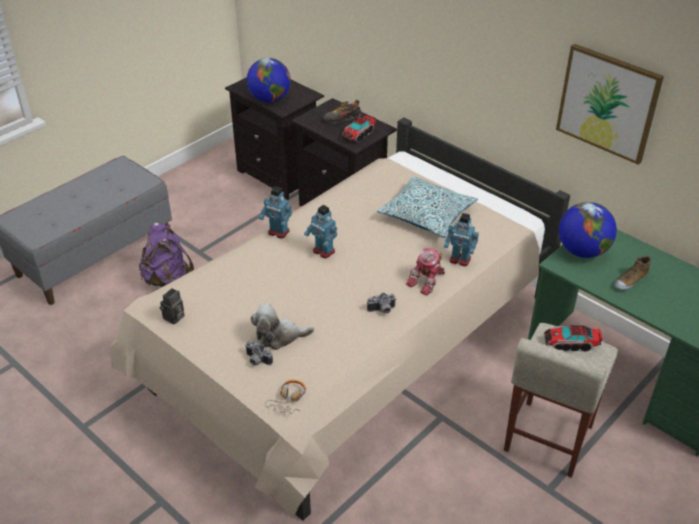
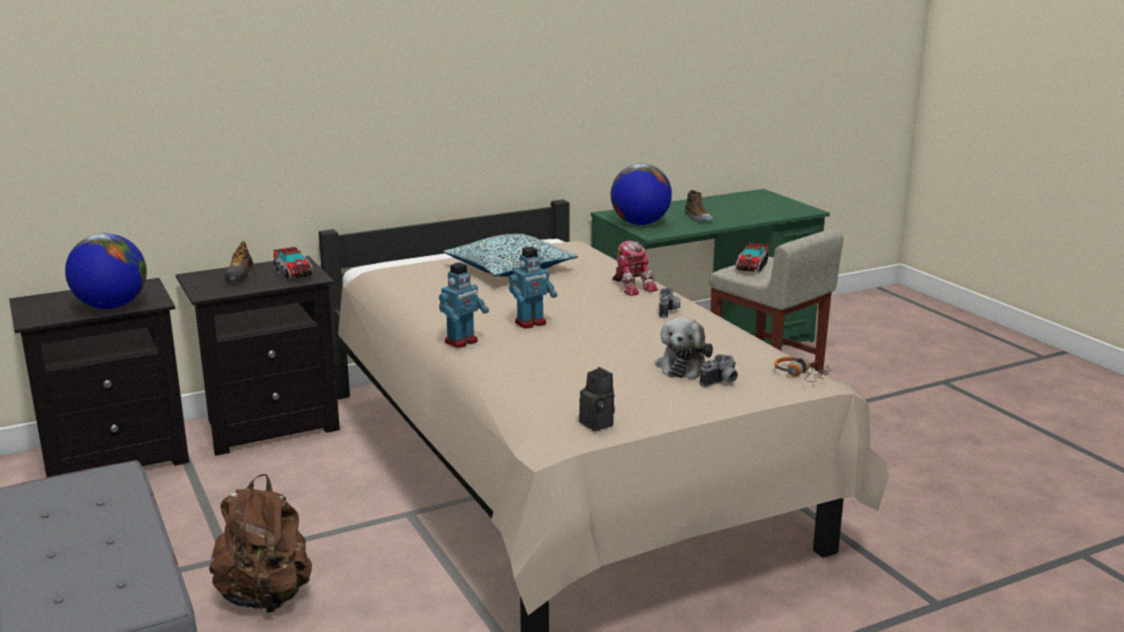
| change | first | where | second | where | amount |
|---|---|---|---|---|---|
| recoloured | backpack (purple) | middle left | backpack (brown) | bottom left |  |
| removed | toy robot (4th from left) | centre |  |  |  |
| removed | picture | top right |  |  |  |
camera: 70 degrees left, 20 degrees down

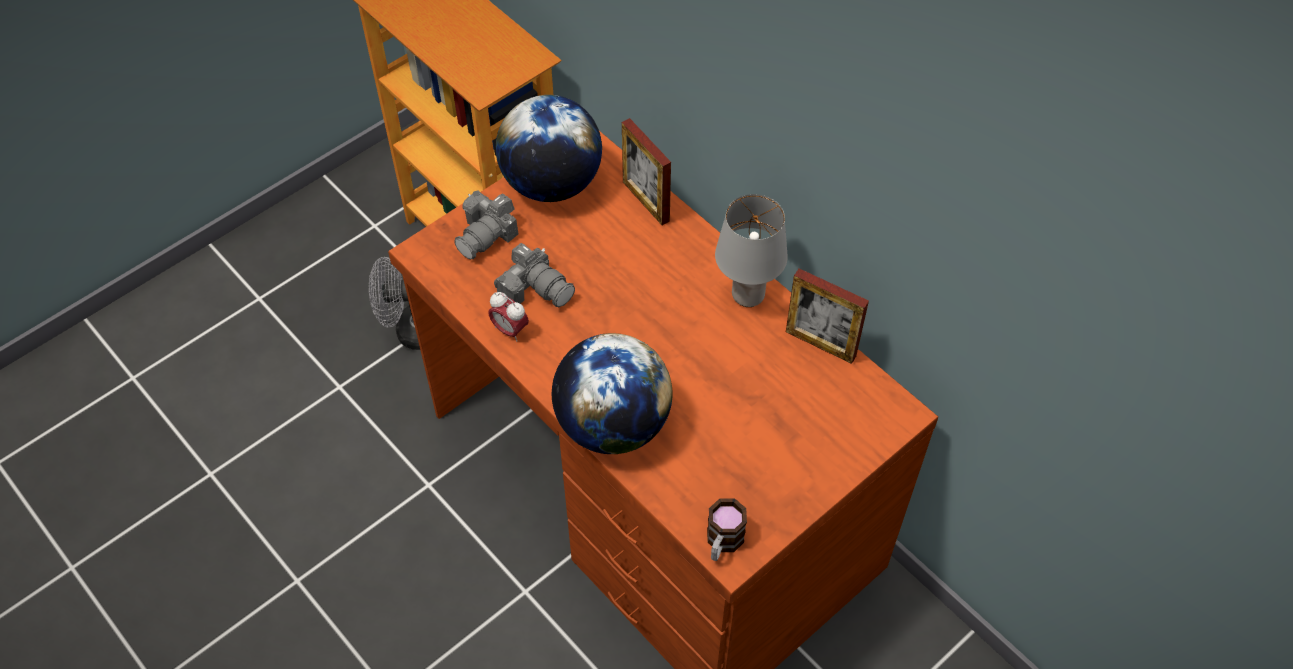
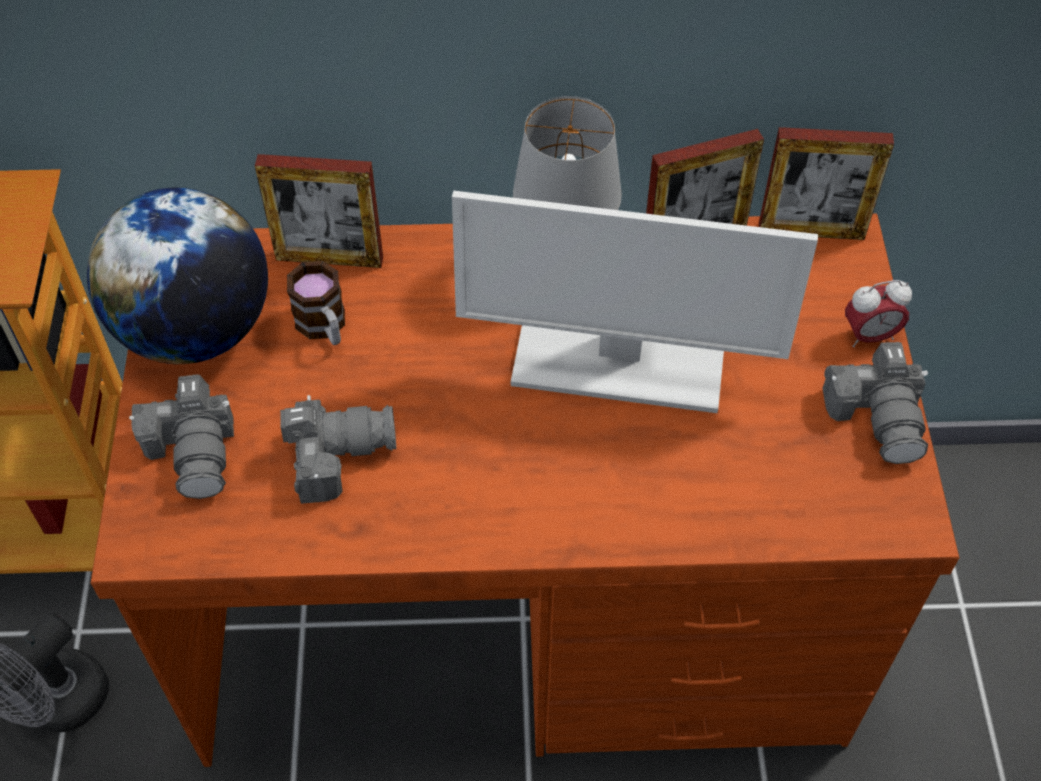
| change | first | where | second | where | amount |
|---|---|---|---|---|---|
| moved | alarm clock | centre |  | middle right |  |
| removed | globe (2nd from left) | centre |  |  |  |
| moved | mug | bottom centre |  | middle left |  |
| added |  |  | monitor | centre |  |
| added |  |  | picture frame (3rd from left) | top right |  |
| added |  |  | photo camera (3rd from left) | middle right |  |
camera: 50 degrees left, 0 degrees up

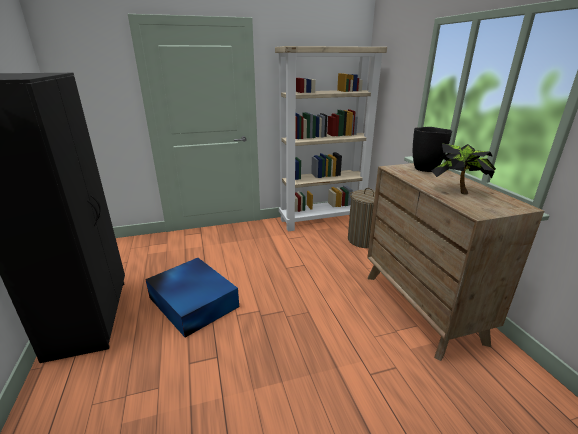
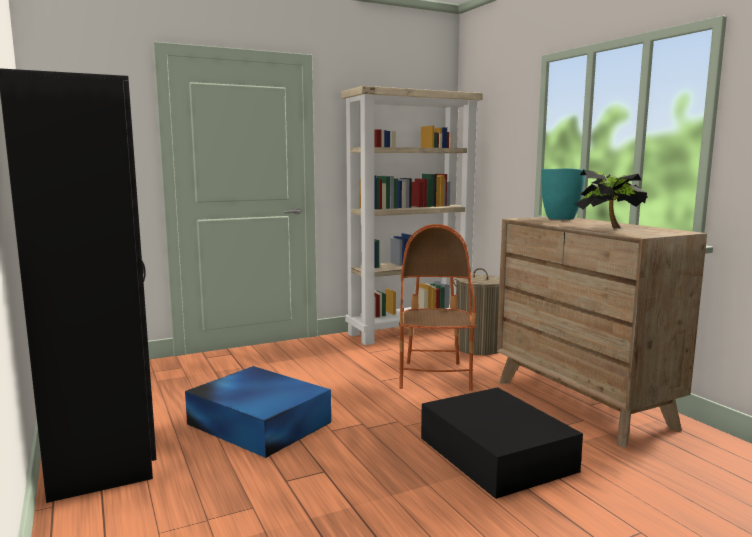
| change | first | where | second | where | amount |
|---|---|---|---|---|---|
| recoloured | vase (black) | middle right | vase (turquoise) | middle right |  |
| added |  |  | armchair | centre |  |
| added |  |  | storage box (black) | bottom right |  |
camera: 10 degrees left, 15 degrees down

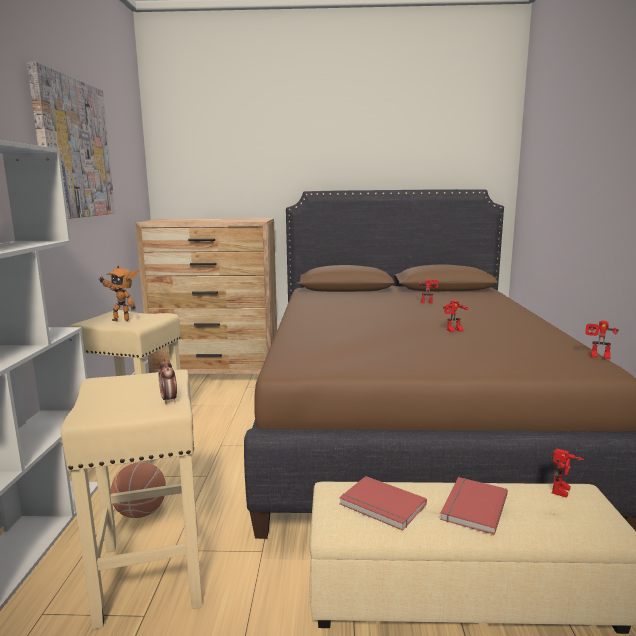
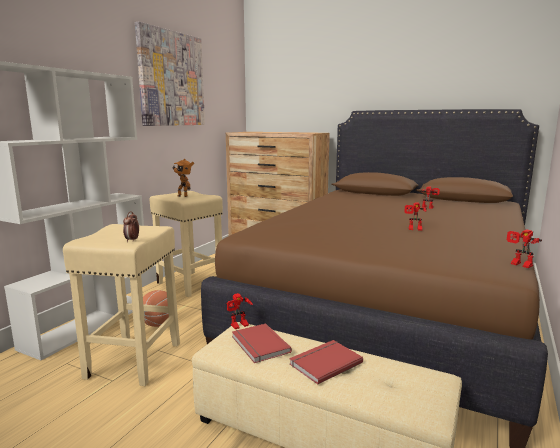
| change | first | where | second | where | amount |
|---|---|---|---|---|---|
| moved | toy robot (4th from left in the first image) | bottom right | toy robot (2nd from left) | bottom centre |  |
camera: 25 degrees right, 0 degrees up

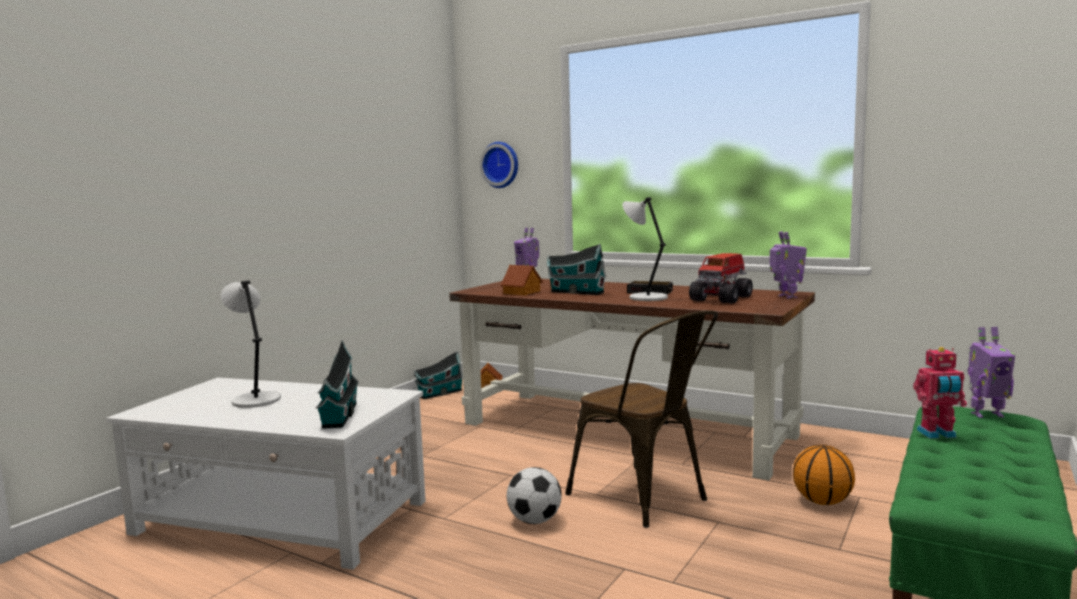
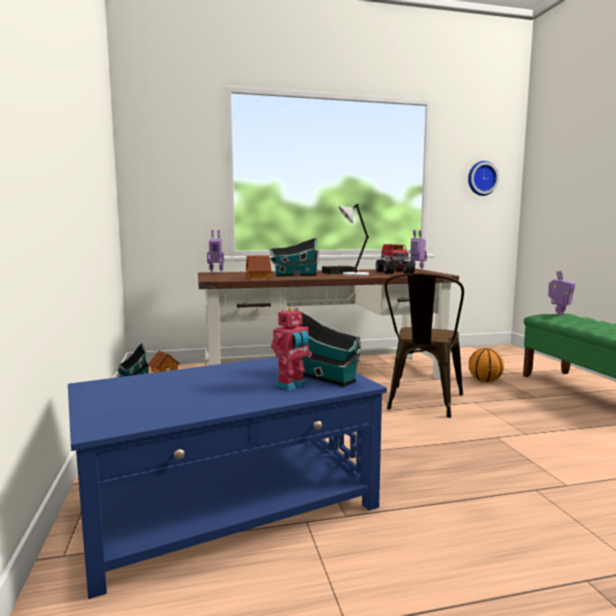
| change | first | where | second | where | amount |
|---|---|---|---|---|---|
| recoloured | coffee table (white) | bottom left | coffee table (blue) | bottom centre |  |
| removed | table lamp (grey) (1st from left) | middle left |  |  |  |
| moved | wall clock | top centre |  | top right |  |
| removed | football | bottom centre |  |  |  |
| turned | chair (brown) | bottom centre |  | middle right | 105 degrees clockwise |
| moved | toy robot (3rd from left in the first image) | middle right | toy robot (2nd from left) | centre |  |
camera: 45 degrees left, 0 degrees up

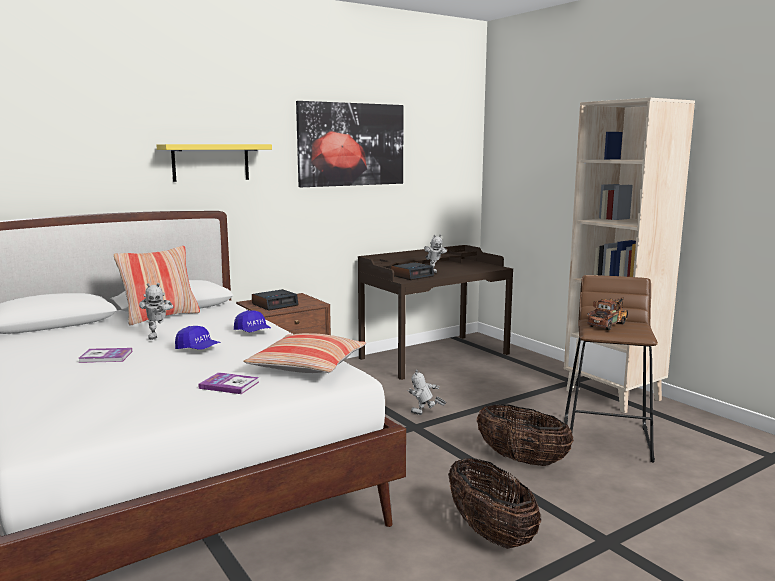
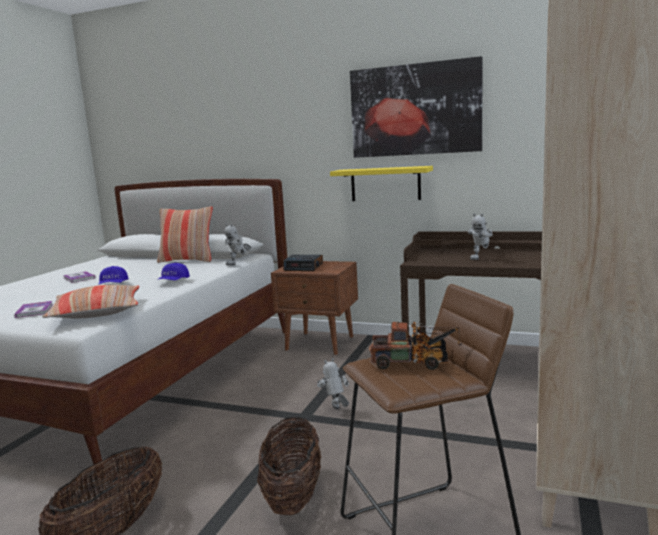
| change | first | where | second | where | amount |
|---|---|---|---|---|---|
| moved | toy robot (1st from left) | middle left |  | centre |  |
| moved | shelf (yellow) | top left |  | centre |  |
| removed | alarm clock (2nd from left) | centre |  |  |  |
camera: 55 degrees right, 0 degrees up

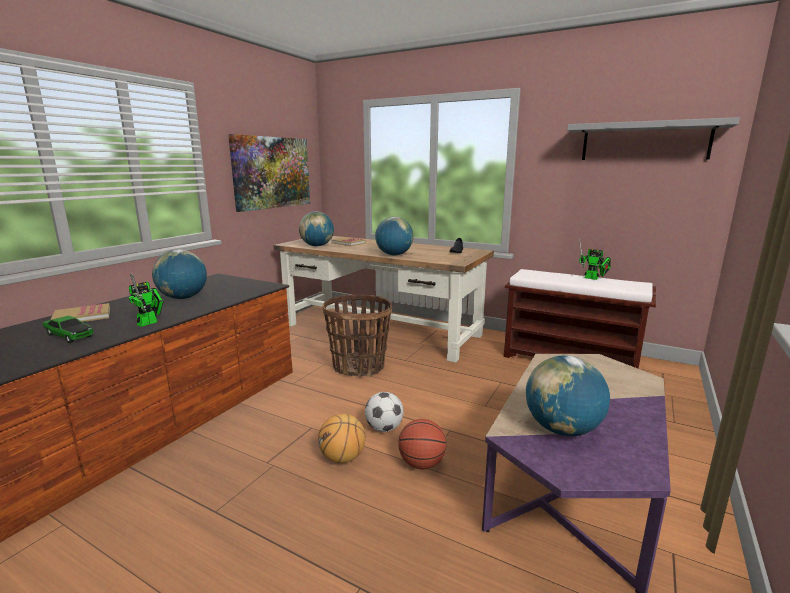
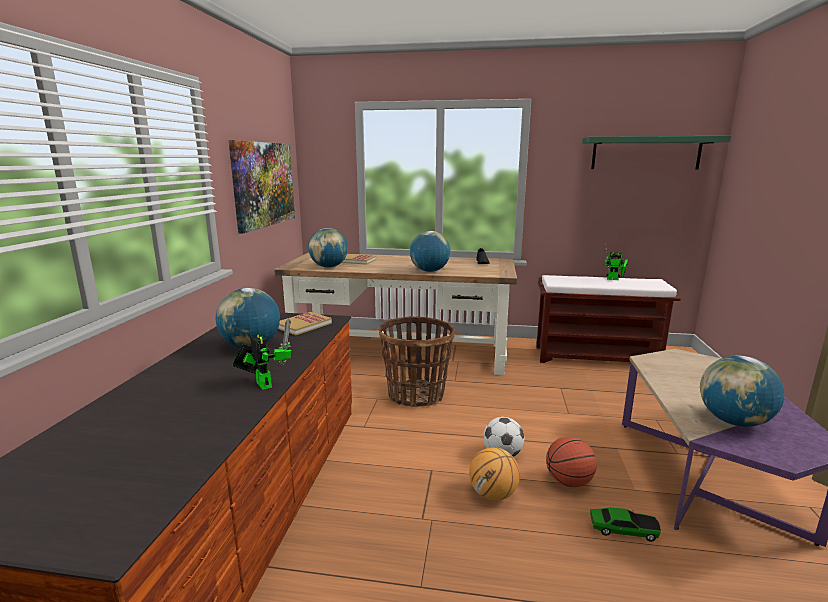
| change | first | where | second | where | amount |
|---|---|---|---|---|---|
| moved | toy car | middle left |  | bottom right |  |
| moved | book (1st from left) | middle left |  | centre |  |
| turned | toy robot (1st from left) | middle left |  | middle left | 45 degrees counterclockwise |
| recoloured | shelf (grey) | top right | shelf (green) | top right |  |
camera: 20 degrees left, 0 degrees up

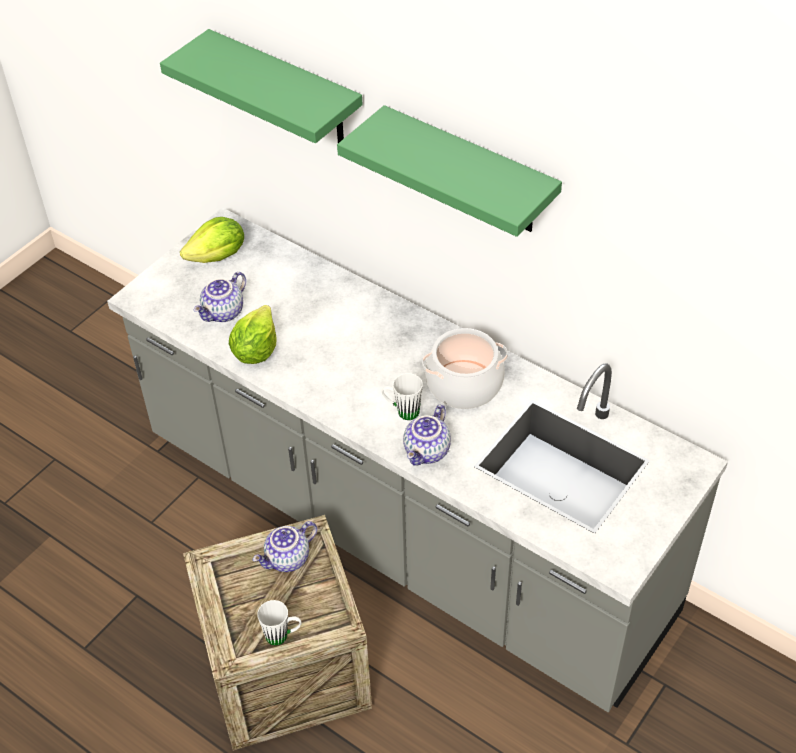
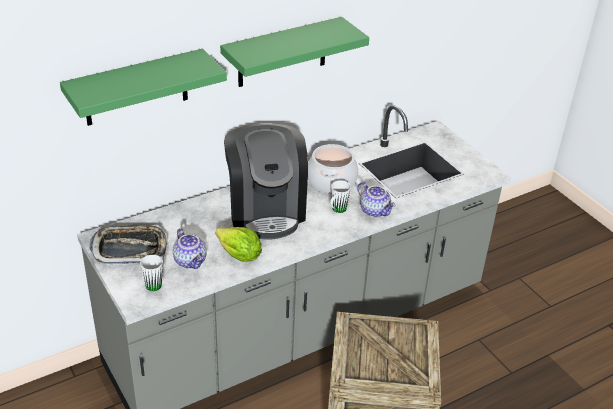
| change | first | where | second | where | amount |
|---|---|---|---|---|---|
| replaced | lettuce (1st from left) | top left | tray | middle left |  |
| removed | teapot (2nd from left) | bottom centre |  |  |  |
| moved | mug (white) (1st from left) | bottom centre |  | bottom left |  |
| added |  |  | coffee machine | centre |  |
camera: 70 degrees left, 10 degrees down

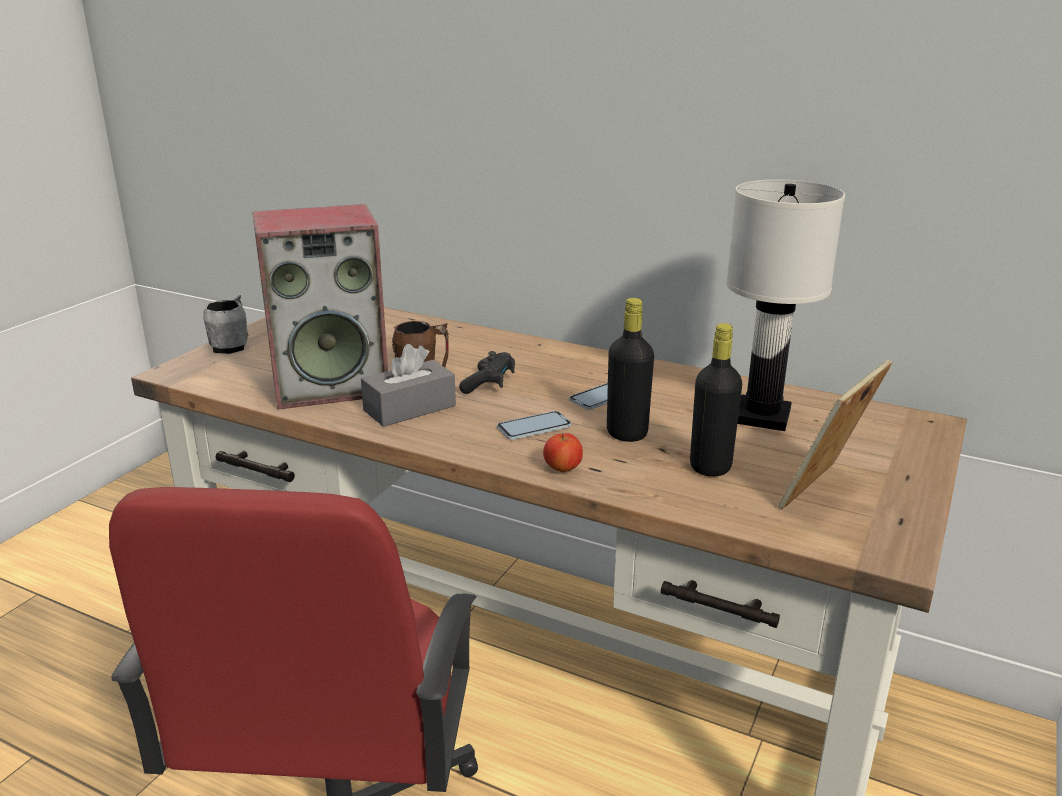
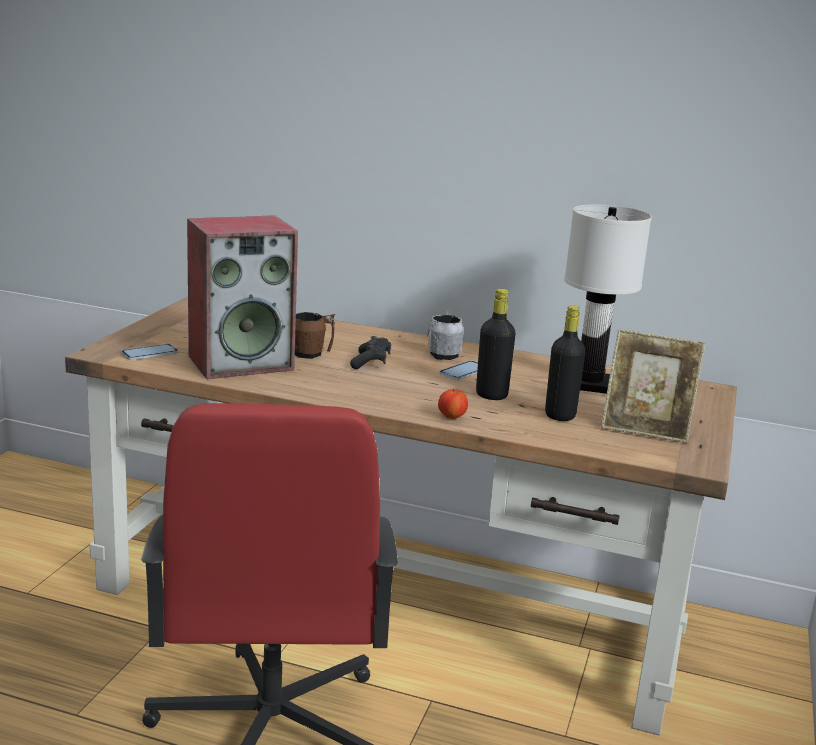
| change | first | where | second | where | amount |
|---|---|---|---|---|---|
| moved | mug (grey) | middle left |  | centre |  |
| removed | tissue box (grey) | centre |  |  |  |
| moved | phone (1st from left) | centre |  | middle left |  |
| turned | picture frame | middle right |  | middle right | 105 degrees counterclockwise |
camera: 10 degrees left, 5 degrees down

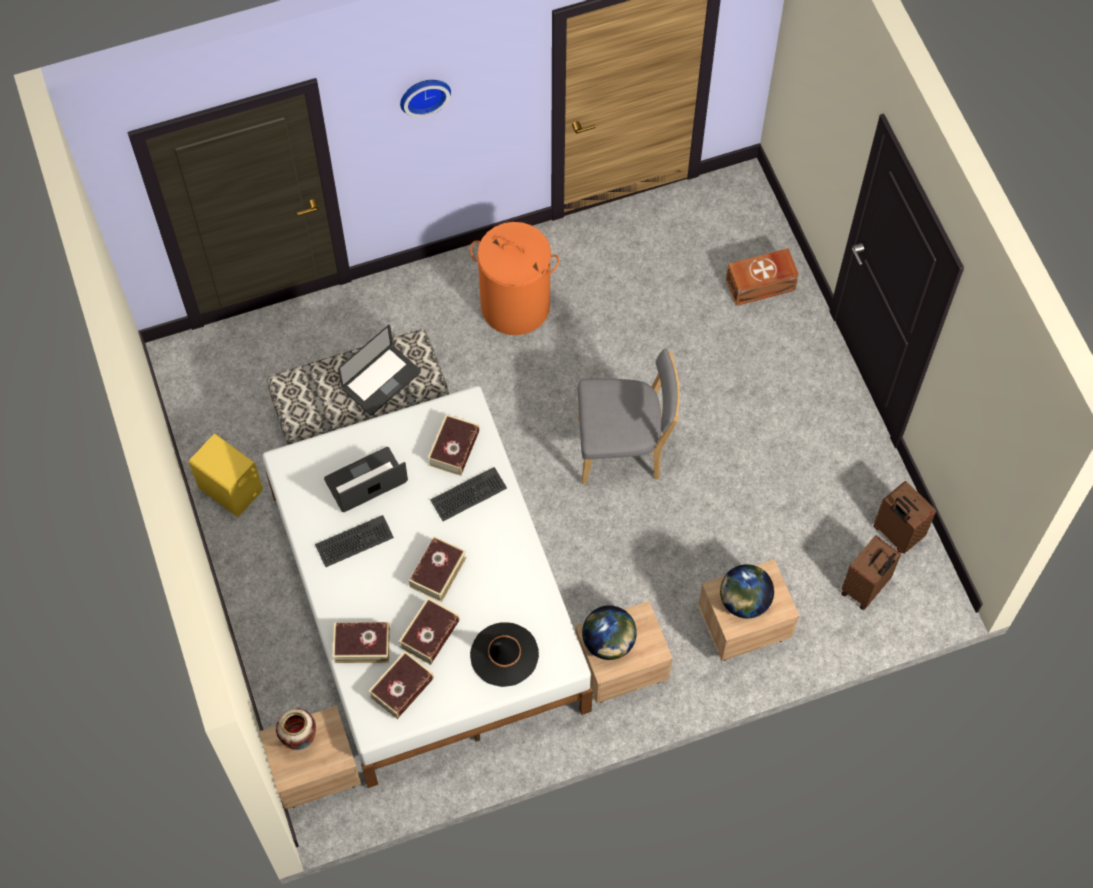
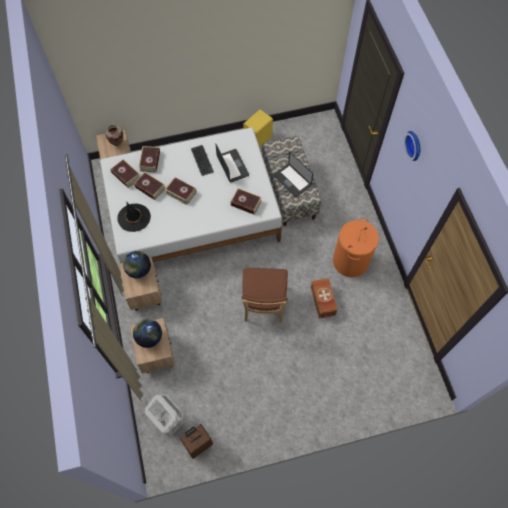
| change | first | where | second | where | amount |
|---|---|---|---|---|---|
| removed | keyboard (2nd from left) | centre |  |  |  |
| recoloured | chair (grey) | centre | chair (brown) | centre |  |
| moved | storage box (brown) | top right |  | centre |  |
| replaced | suitcase (brown) (1st from left) | middle right | laundry basket (white) | bottom left |  |
camera: 95 degrees right, 0 degrees up

